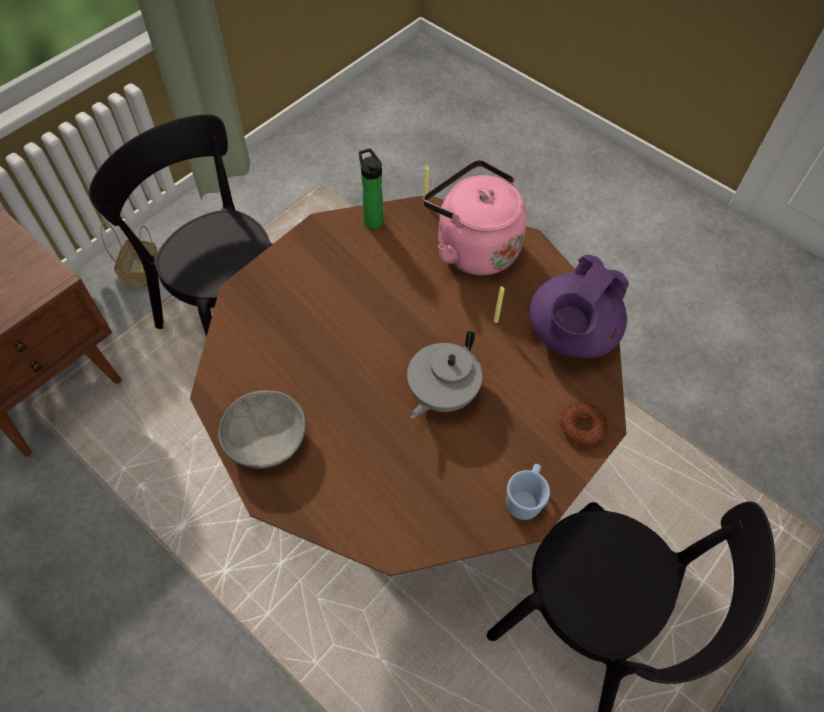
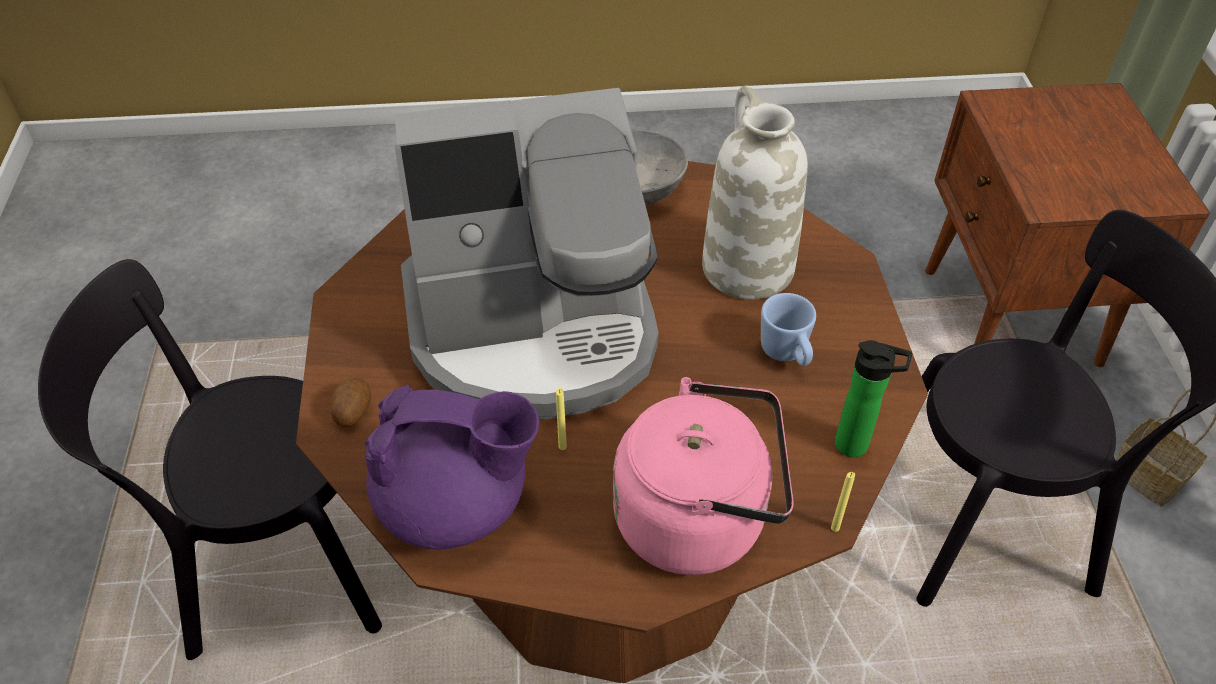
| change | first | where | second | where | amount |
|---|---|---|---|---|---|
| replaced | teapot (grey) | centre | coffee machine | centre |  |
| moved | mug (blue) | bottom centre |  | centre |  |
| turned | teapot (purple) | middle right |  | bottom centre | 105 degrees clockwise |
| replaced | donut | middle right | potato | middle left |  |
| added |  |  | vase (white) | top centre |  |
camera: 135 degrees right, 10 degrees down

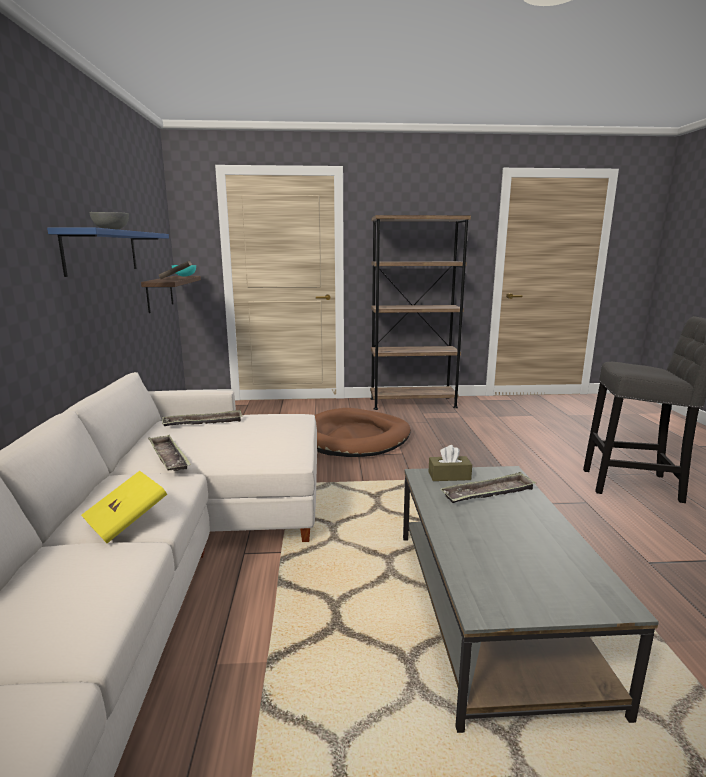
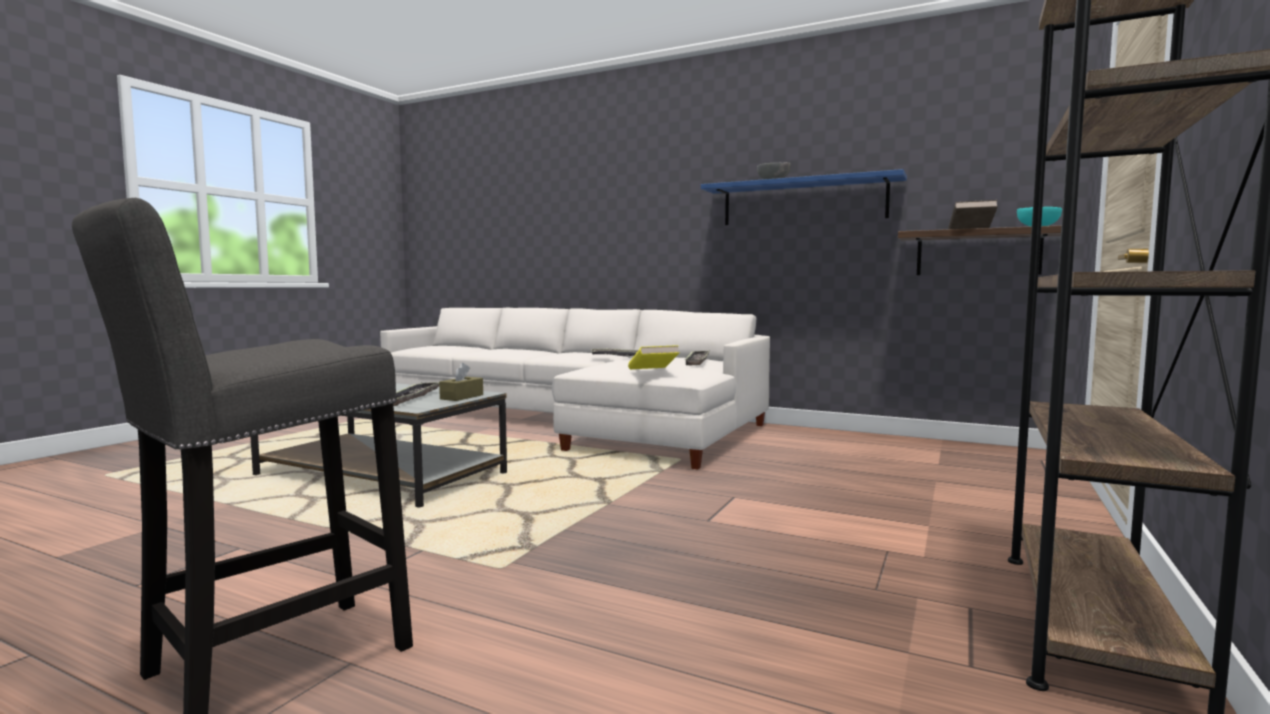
| change | first | where | second | where | amount |
|---|---|---|---|---|---|
| moved | book (yellow) | middle left |  | centre |  |
| removed | dog bed (brown) | centre |  |  |  |
camera: 120 degrees right, 10 degrees down

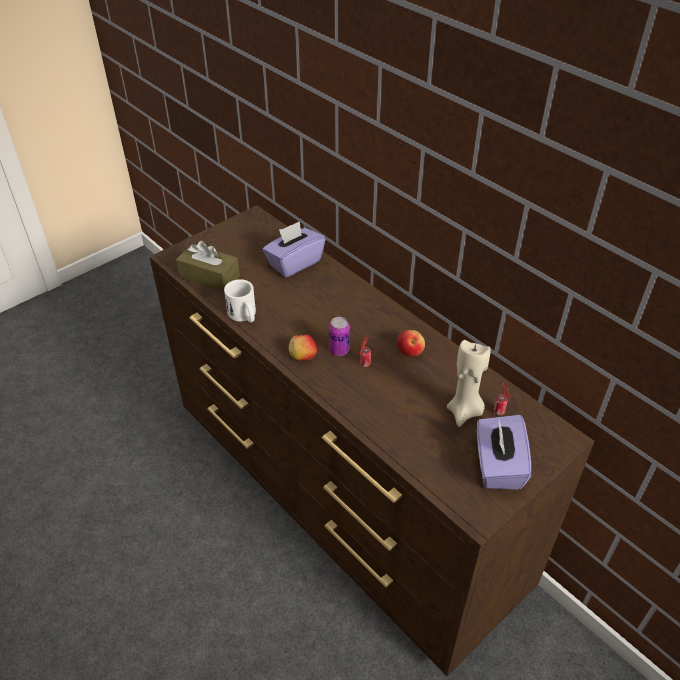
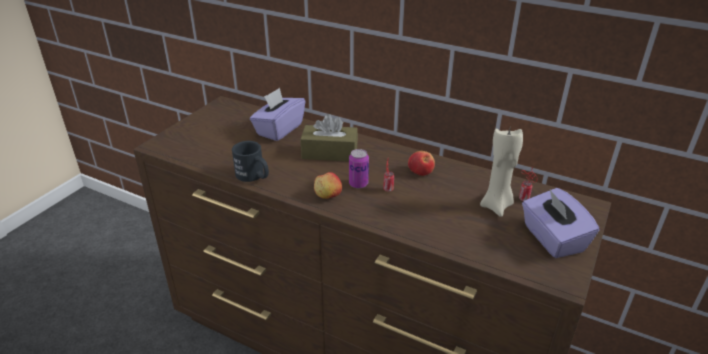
| change | first | where | second | where | amount |
|---|---|---|---|---|---|
| moved | tissue box (brown) | middle left |  | centre |  |
| recoloured | mug (white) | centre | mug (black) | centre |  |
camera: 20 degrees left, 10 degrees down

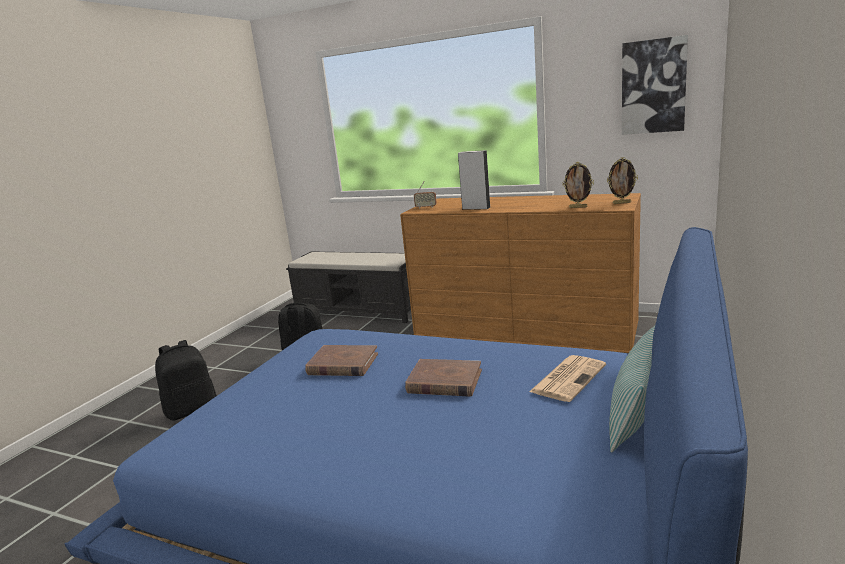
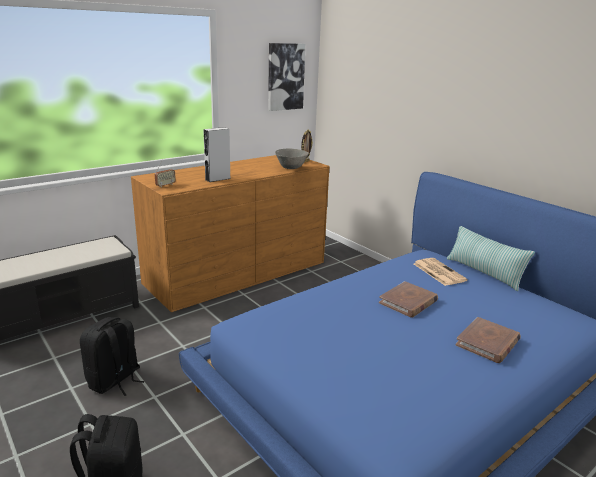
| change | first | where | second | where | amount |
|---|---|---|---|---|---|
| moved | book (brown) (1st from left in the first image) | centre | book (brown) (2nd from left) | bottom right |  |
| replaced | picture frame (1st from left) | top right | bowl (grey) | centre |  |
camera: 65 degrees left, 5 degrees up

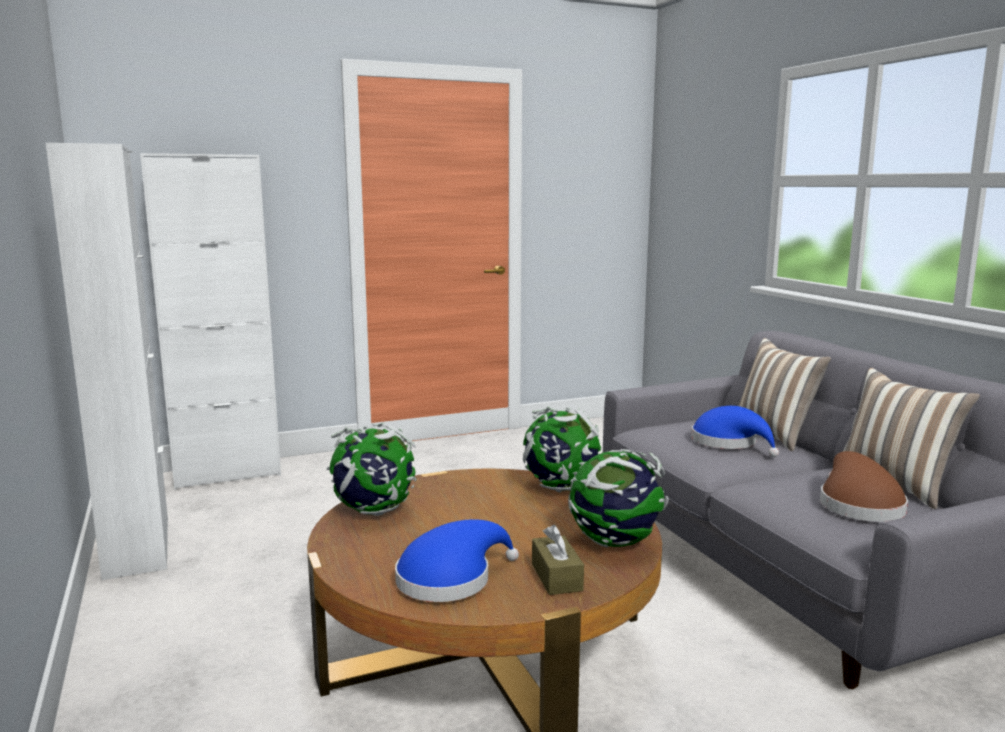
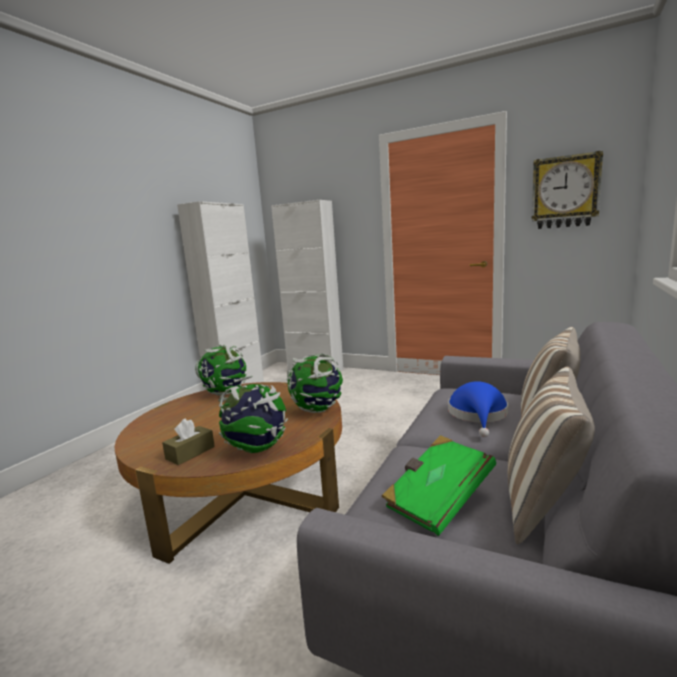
| change | first | where | second | where | amount |
|---|---|---|---|---|---|
| removed | hat (blue) (1st from left) | bottom centre |  |  |  |
| replaced | hat (brown) | middle right | book (green) | bottom centre |  |
| added |  |  | wall clock | top right |  |
camera: 50 degrees right, 0 degrees up

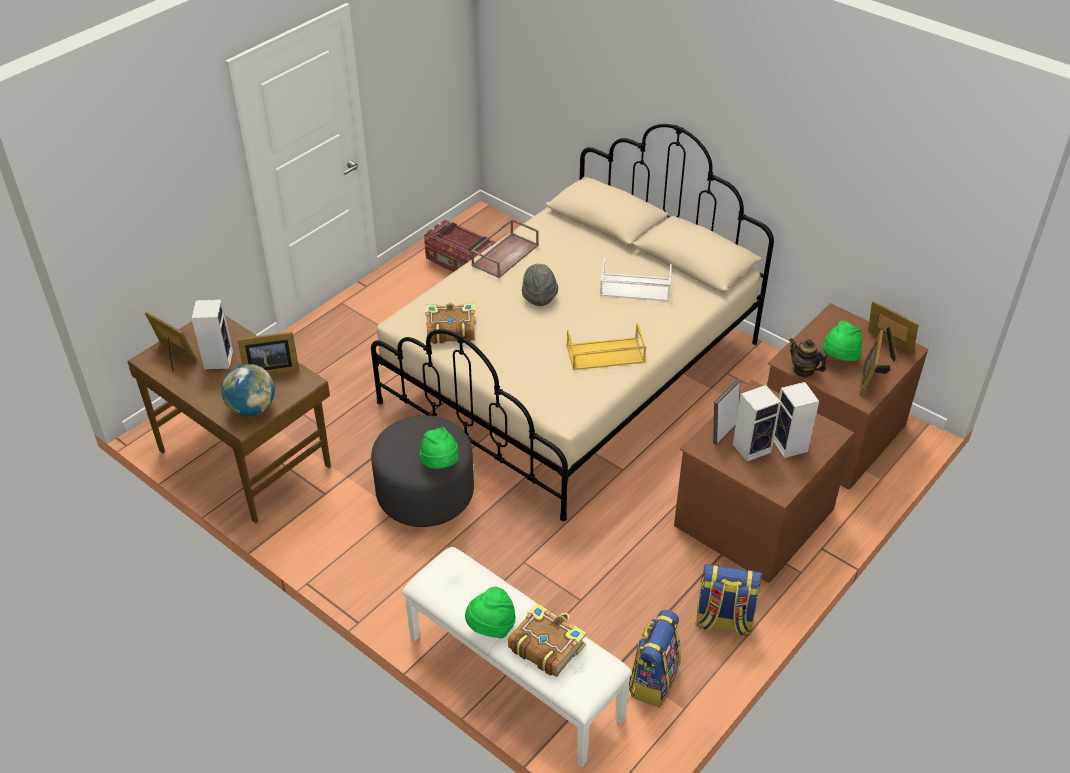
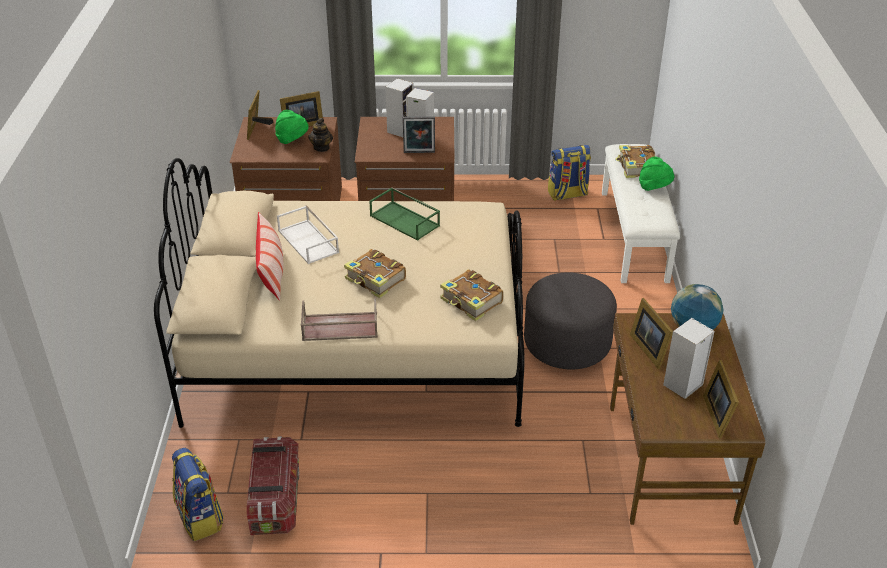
| change | first | where | second | where | amount |
|---|---|---|---|---|---|
| turned | picture frame (2nd from left in the first image) | middle left | picture frame (4th from left) | middle right | 150 degrees counterclockwise |
| removed | hat (green) (1st from left) | centre |  |  |  |
| replaced | hat (grey) | centre | book (1st from left) | centre |  |
| recoloured | tray (yellow) | centre | tray (green) | centre |  |
| moved | backpack (2nd from left in the first image) | bottom right | backpack (1st from left) | bottom left |  |
| added |  |  | pillow | middle left |  |
camera: 130 degrees left, 5 degrees down

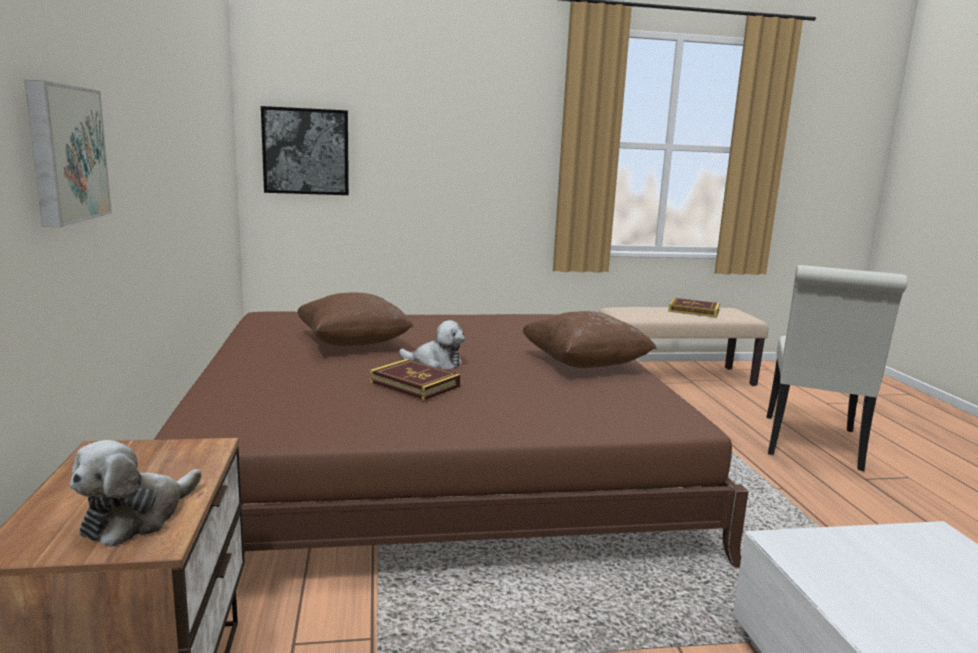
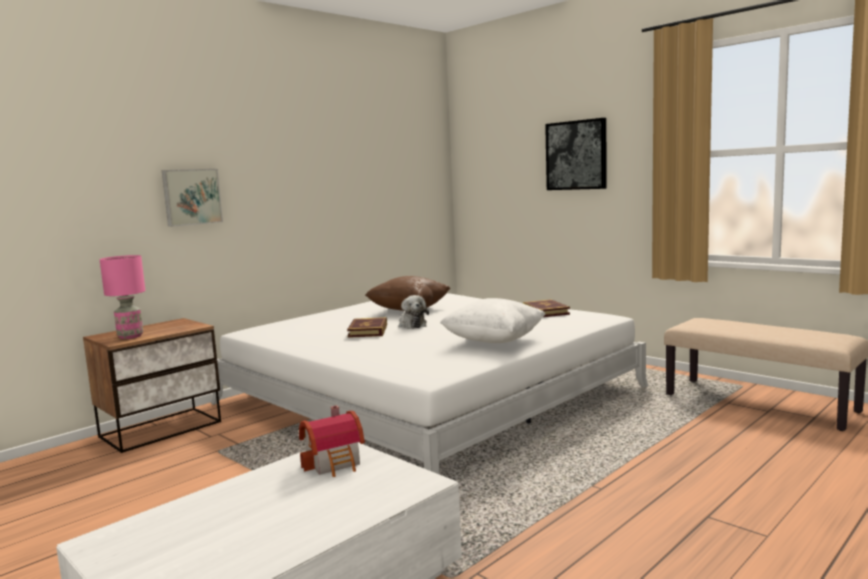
| change | first | where | second | where | amount |
|---|---|---|---|---|---|
| replaced | plush toy (1st from left) | bottom left | table lamp (pink) | middle left |  |
| recoloured | bed (brown) | bottom centre | bed (white) | centre |  |
| moved | picture (2nd from left) | top left |  | top centre |  |
| recoloured | pillow (brown) (2nd from left) | centre | pillow (white) | centre |  |
| moved | book (2nd from left) | middle right |  | centre |  |
| removed | chair (white) | middle right |  |  |  |
| added |  |  | toy house | bottom centre |  |
camera: 55 degrees right, 5 degrees down

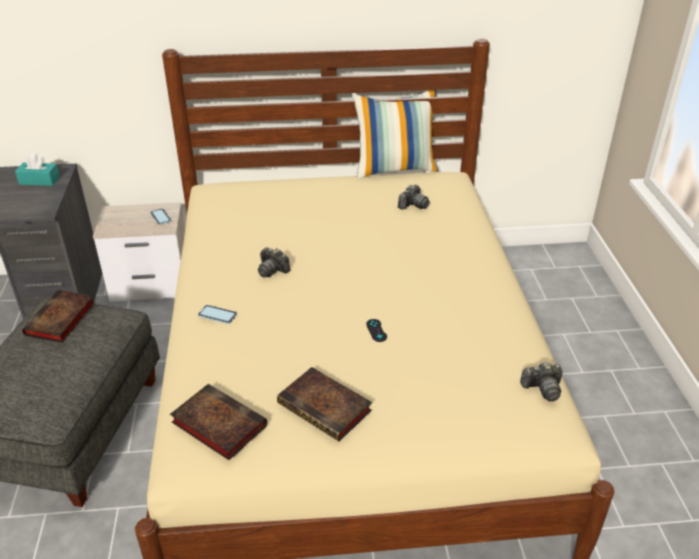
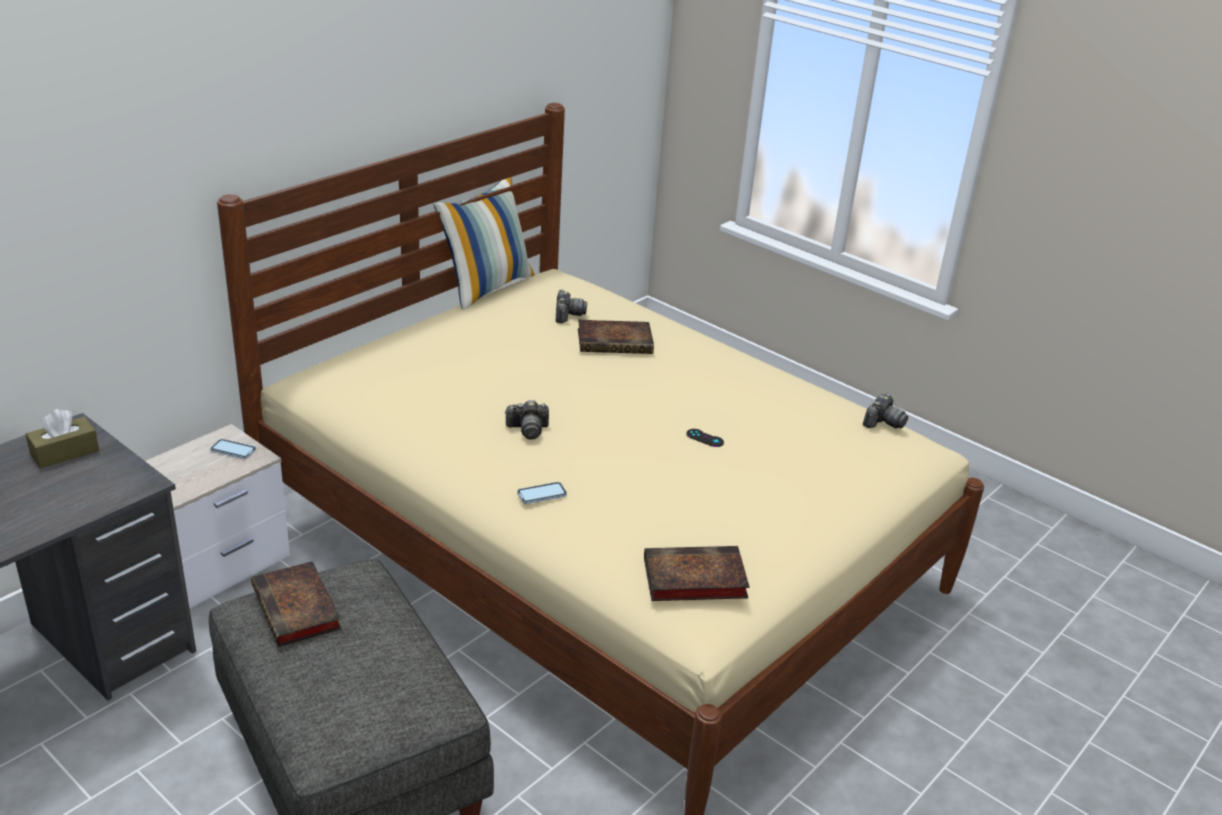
| change | first | where | second | where | amount |
|---|---|---|---|---|---|
| recoloured | tissue box (turquoise) | top left | tissue box (brown) | middle left |  |
| moved | book (3rd from left in the first image) | bottom centre | book (2nd from left) | centre |  |
camera: 45 degrees left, 5 degrees down

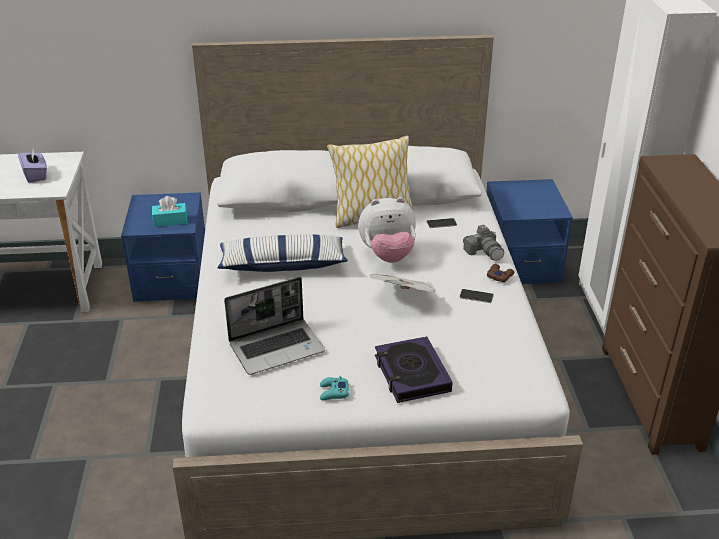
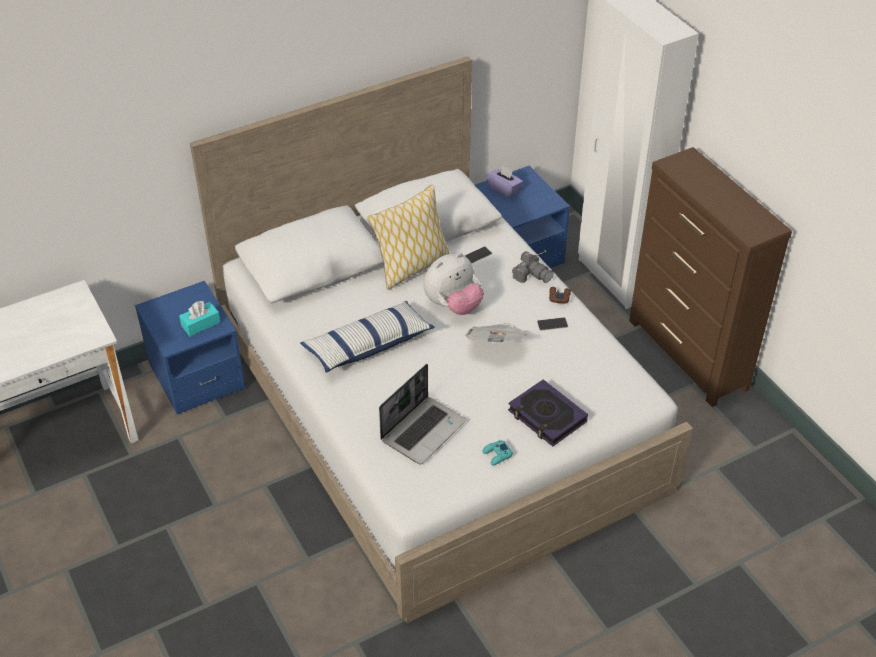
| change | first | where | second | where | amount |
|---|---|---|---|---|---|
| moved | tissue box (purple) | top left |  | top centre |  |
camera: 25 degrees left, 10 degrees up

